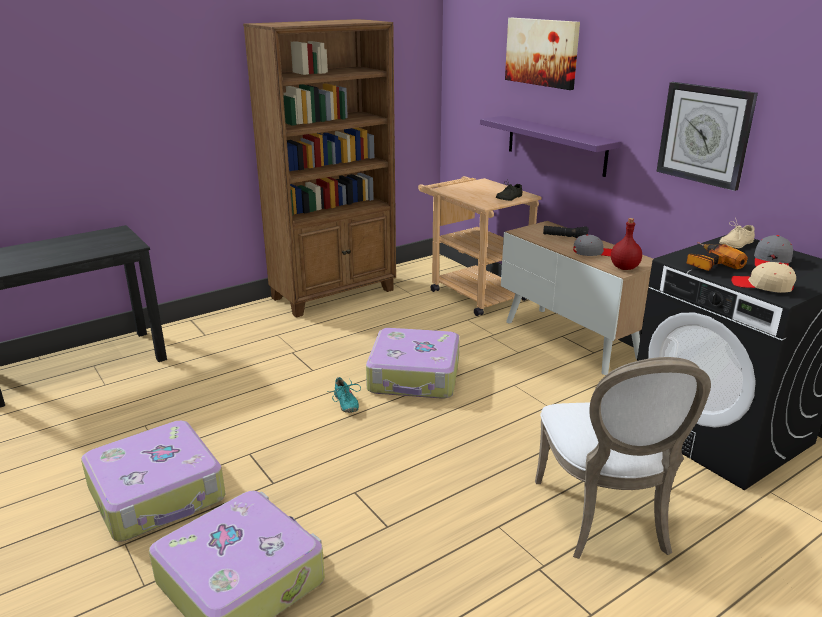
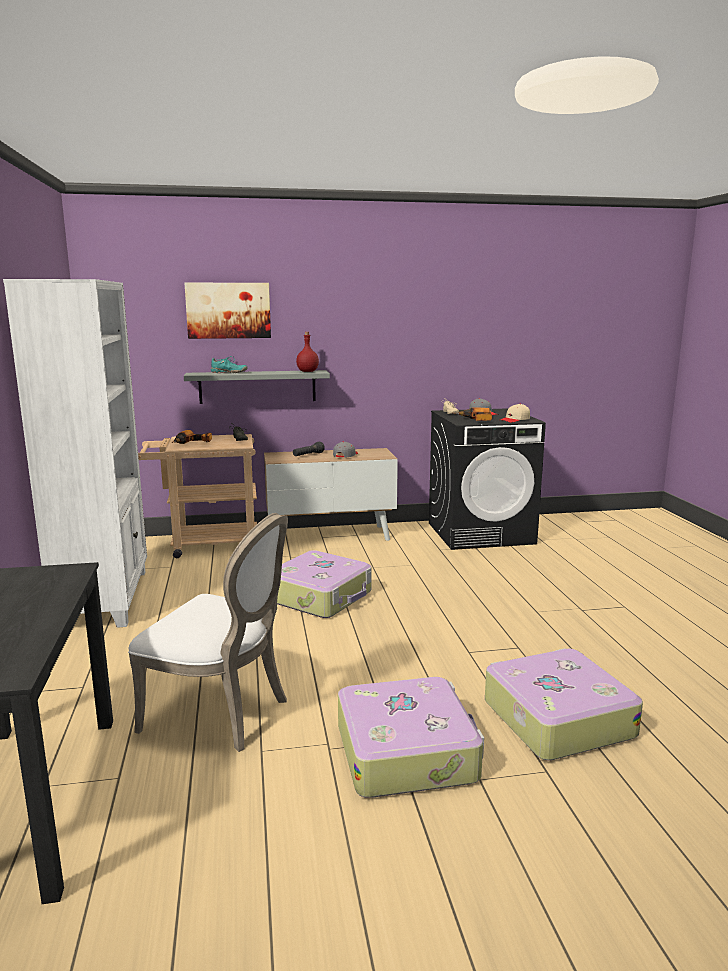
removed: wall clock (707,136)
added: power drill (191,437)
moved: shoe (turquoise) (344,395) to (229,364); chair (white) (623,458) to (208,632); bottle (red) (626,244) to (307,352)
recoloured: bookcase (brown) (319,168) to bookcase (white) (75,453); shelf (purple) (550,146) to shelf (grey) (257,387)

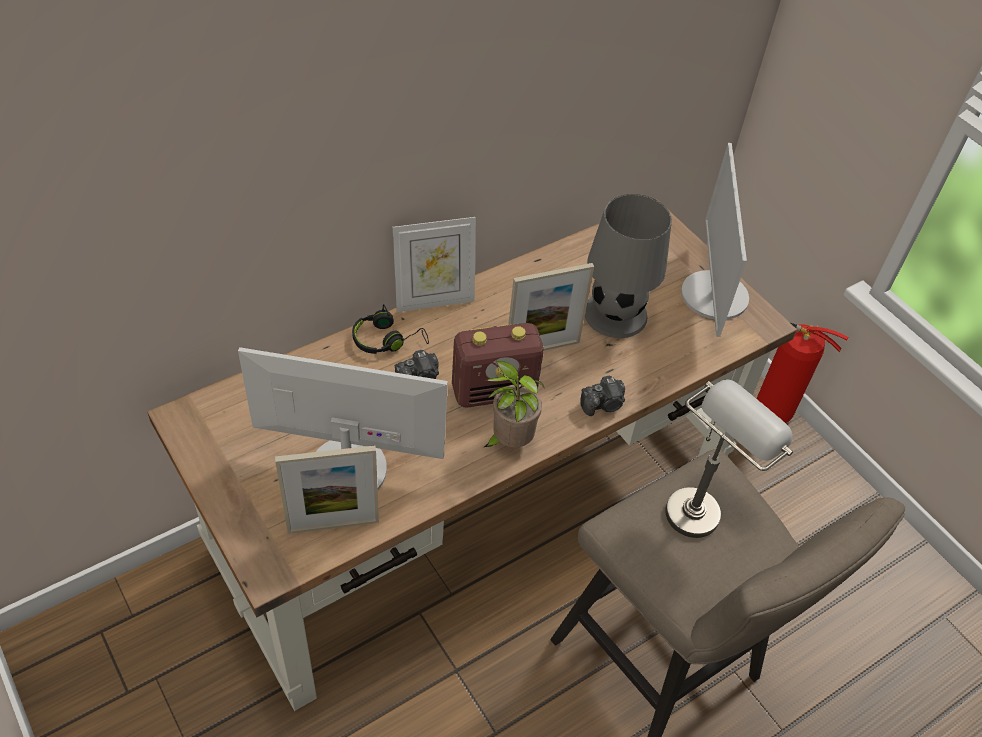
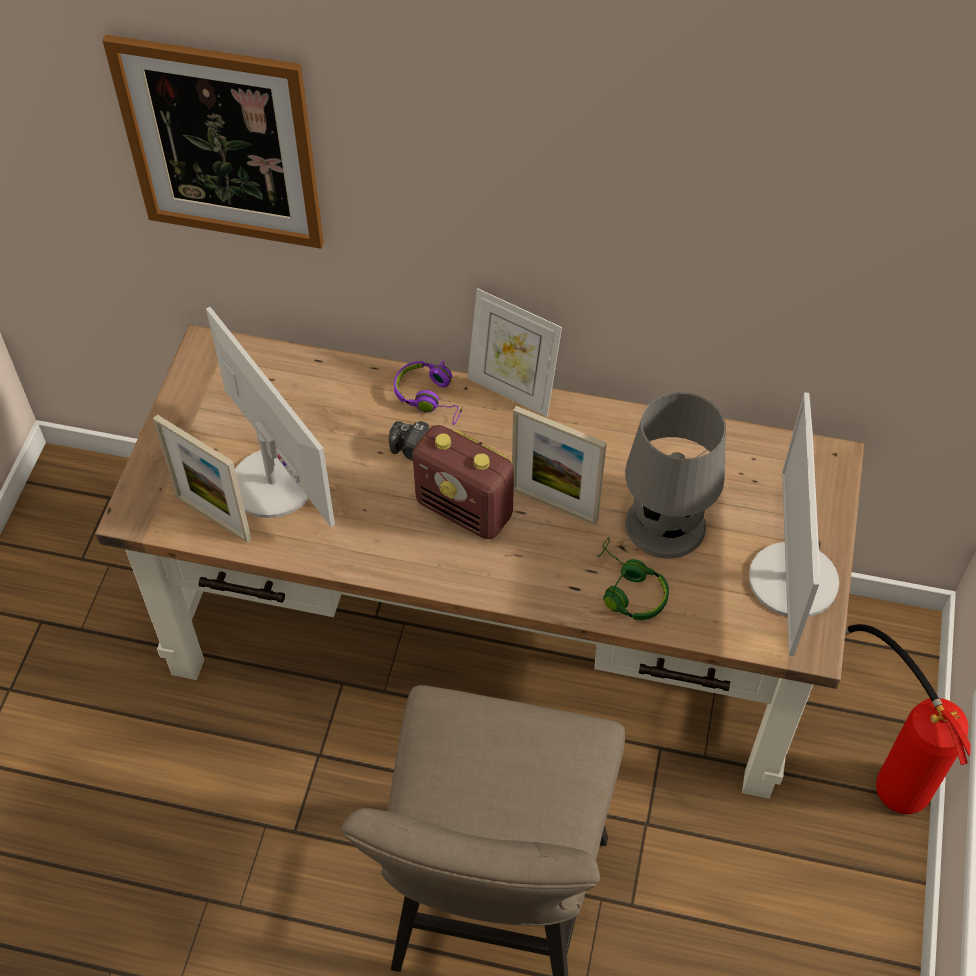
removed: potted plant (514,404); photo camera (602,396); table lamp (grey) (729,458)
added: picture (213,142); headphones (green) (633,579)
recoloured: headphones (black) (390,329) to headphones (purple) (428,392)
turned: monitor (715,240) = (794,524) 45 degrees counterclockwise

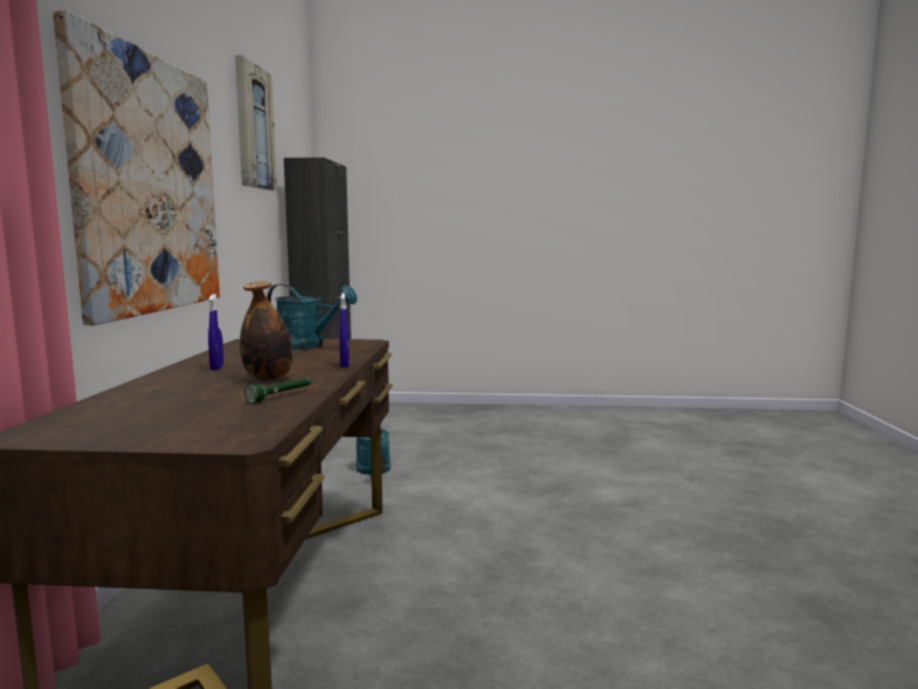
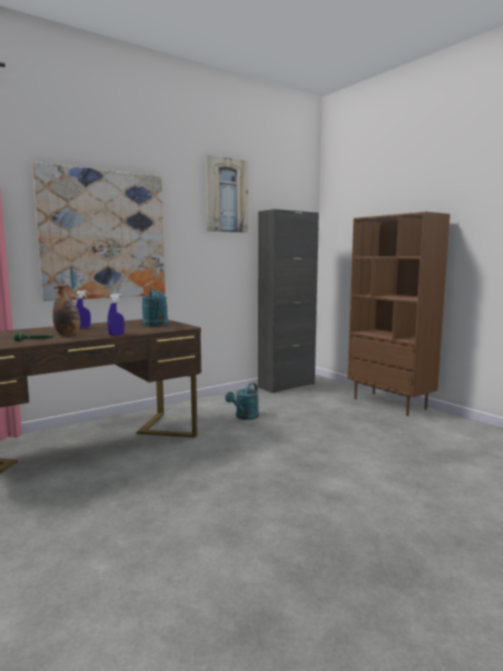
added: bookcase (brown) (399,314)

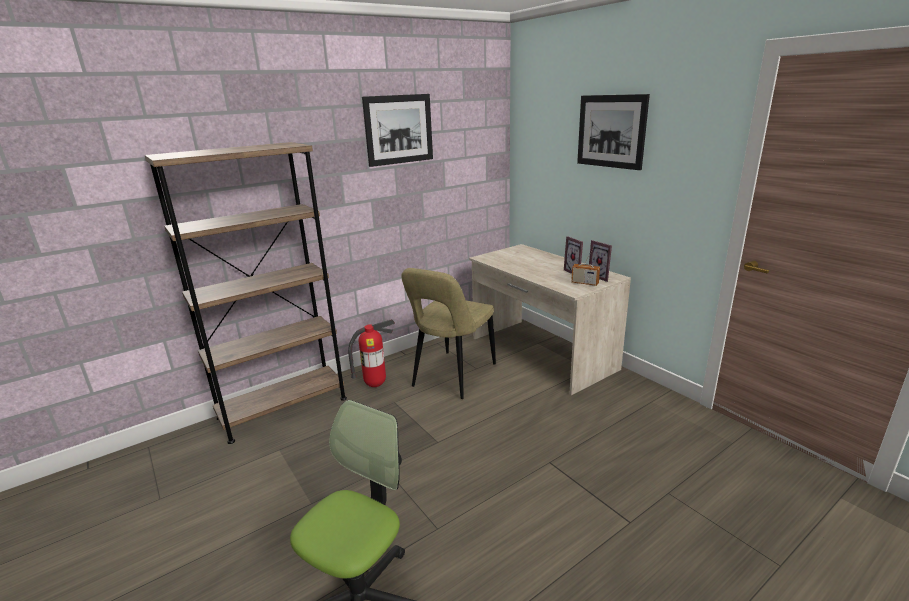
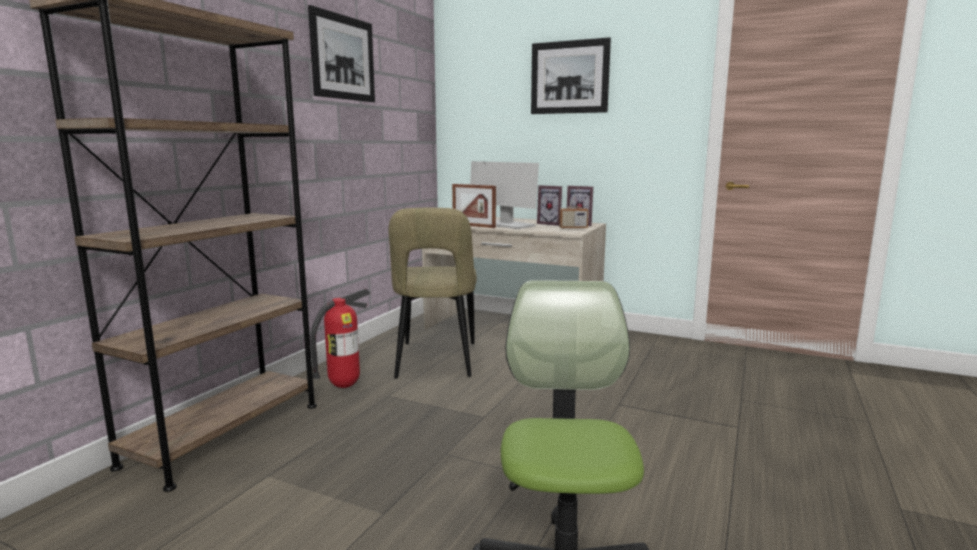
added: picture frame (474,206); monitor (504,195)

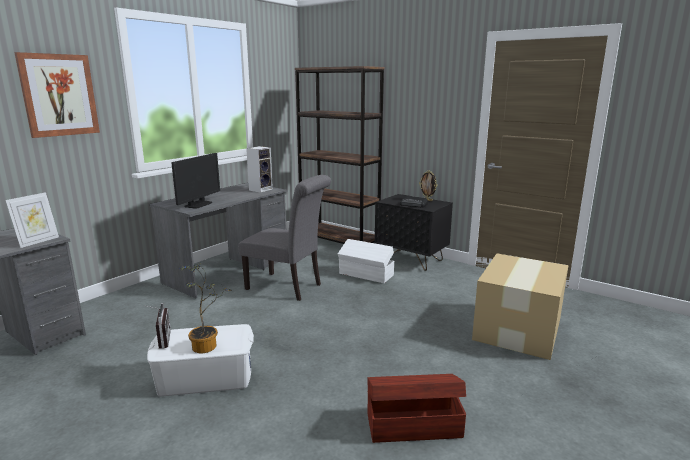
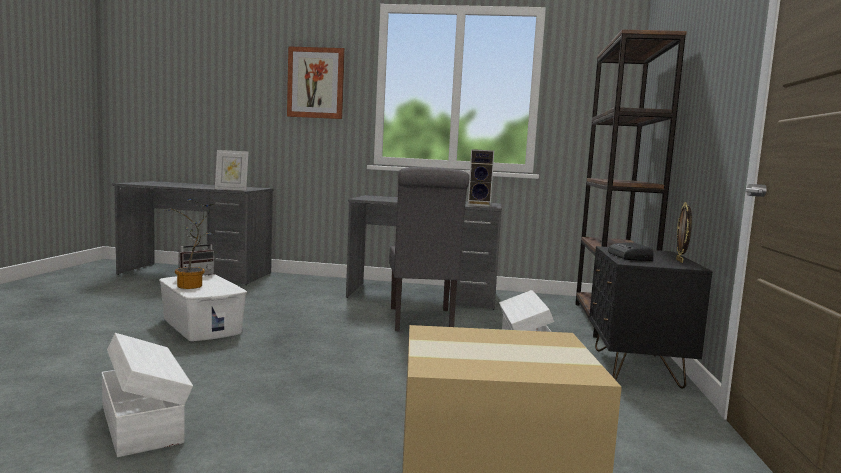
removed: monitor (195,180)
recoloured: storage box (brown) (416,408) to storage box (white) (147,395)

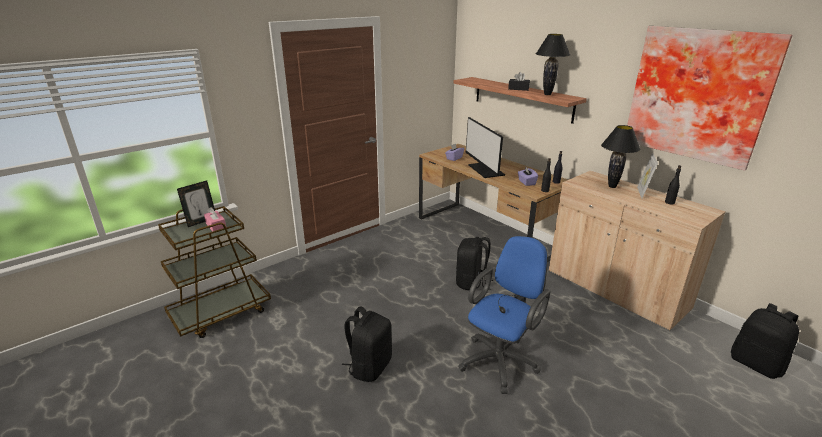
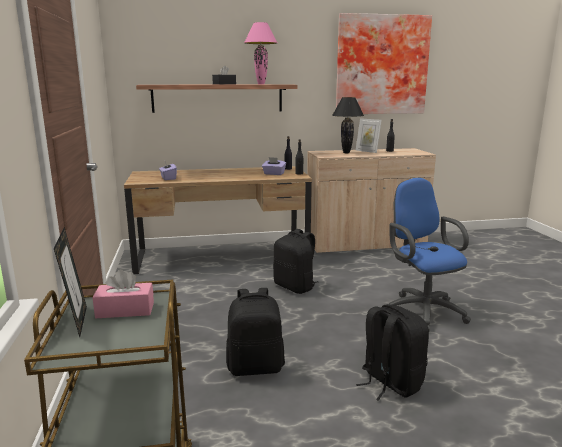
removed: monitor (485,147)
moved: backpack (black) (765,341) to (255,332)
recoloured: table lamp (black) (553,64) to table lamp (pink) (260,53)

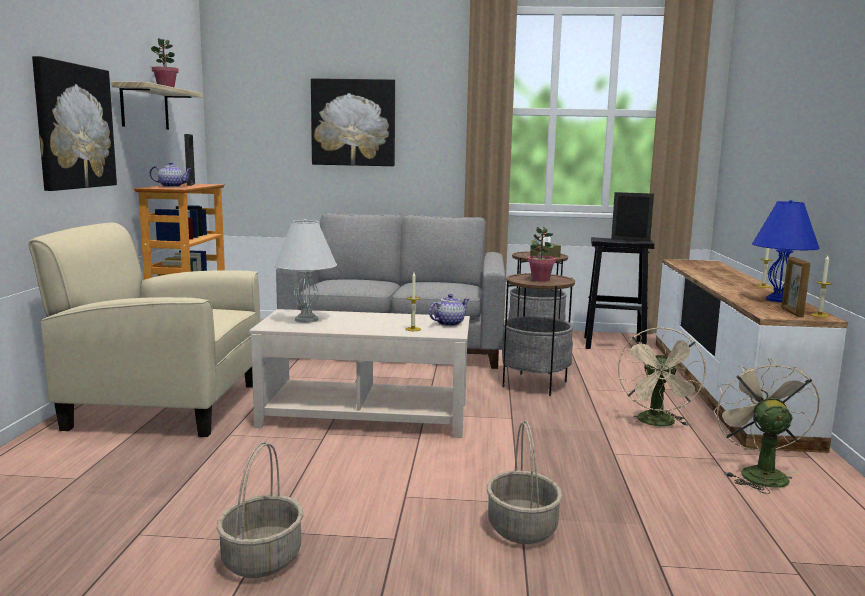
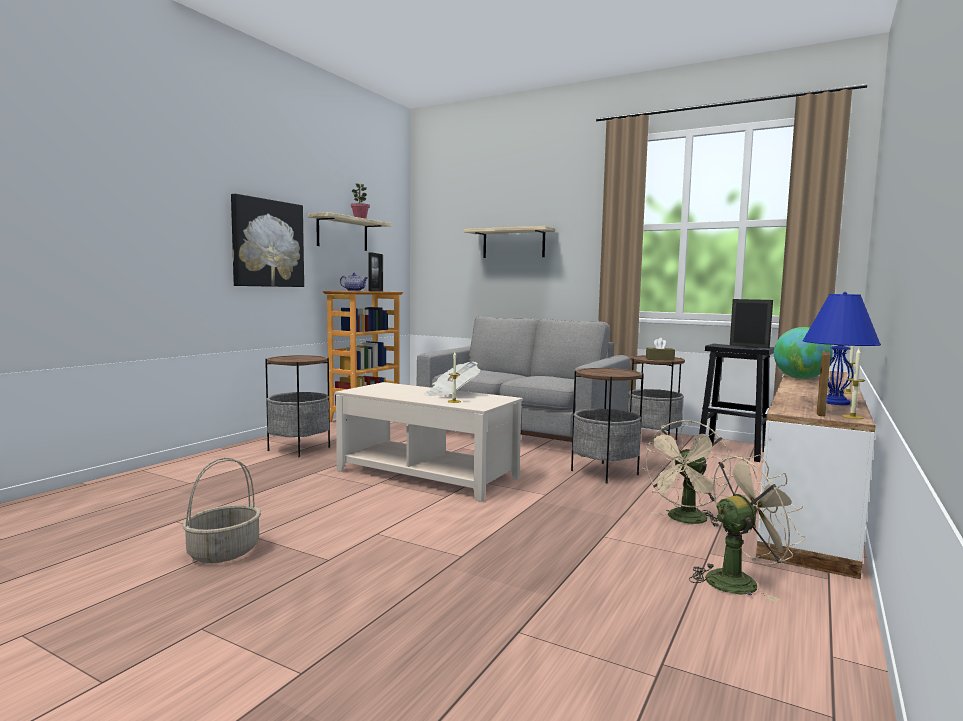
removed: table lamp (white) (305,271); teapot (449,310); basket (524,482); potted plant (542,254)
added: newspaper (452,379); globe (803,353)
replaced: armchair (beige) (144,329) to side table (297,406); picture (353,122) to shelf (509,242)
turned: fan (beige) (766,426) = (747,528) 45 degrees clockwise

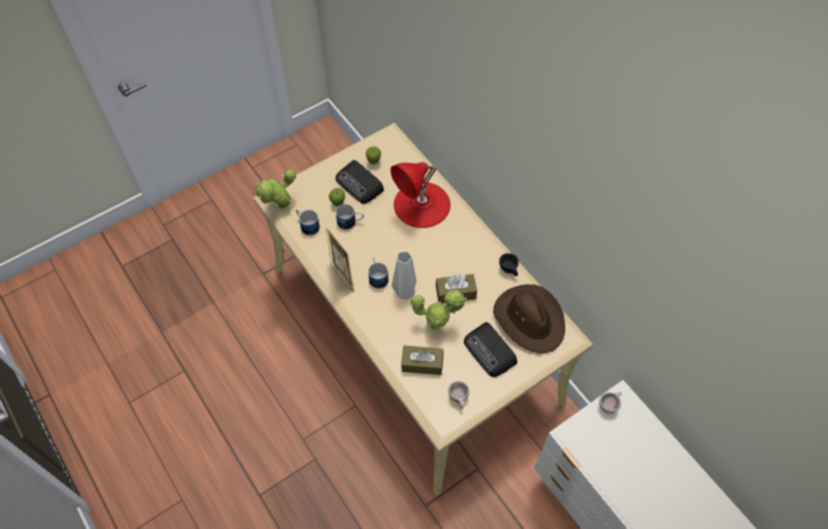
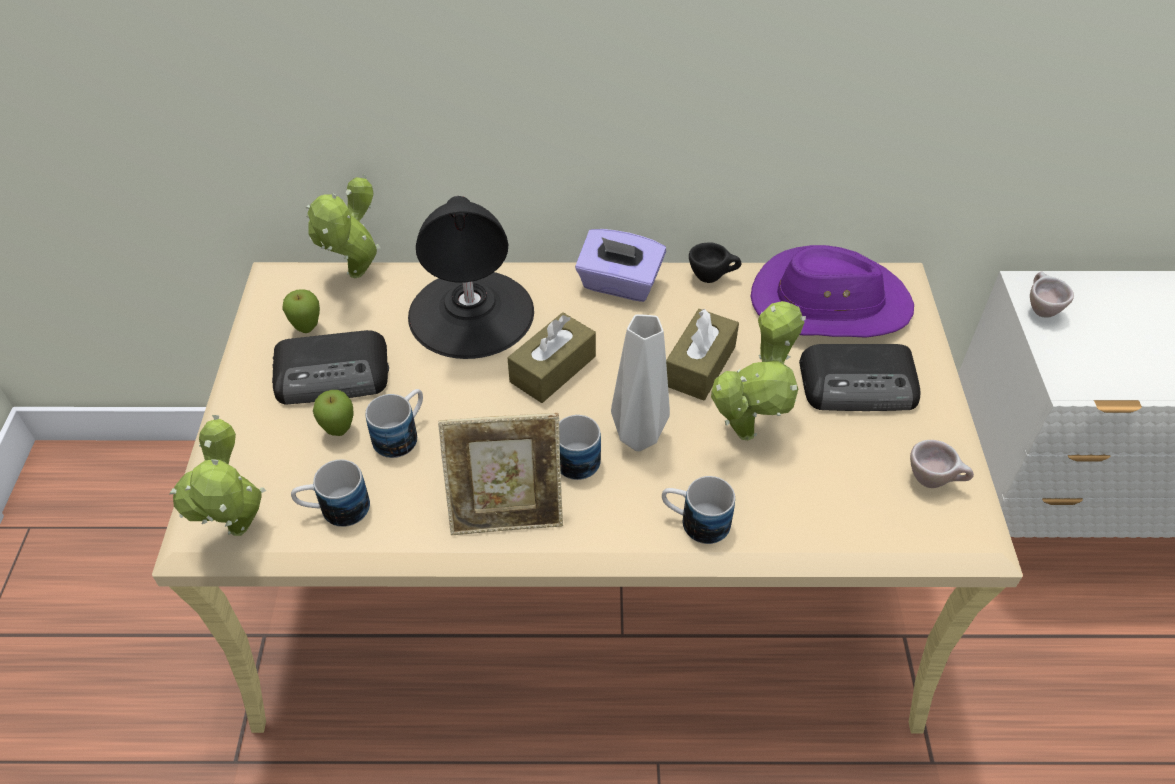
added: potted plant (343,226); tissue box (purple) (620,265); mug (698,510)
moved: tissue box (brown) (422,360) to (551,357)
recoloured: table lamp (red) (420,195) to table lamp (black) (471,277); hat (brown) (529,318) to hat (purple) (832,291)
turned: picture frame (340,260) = (500,474) 150 degrees clockwise

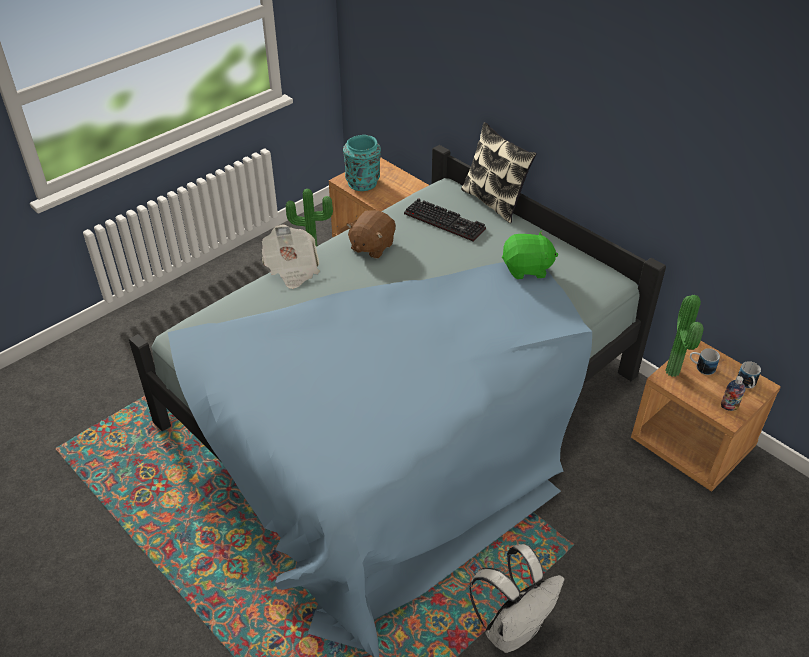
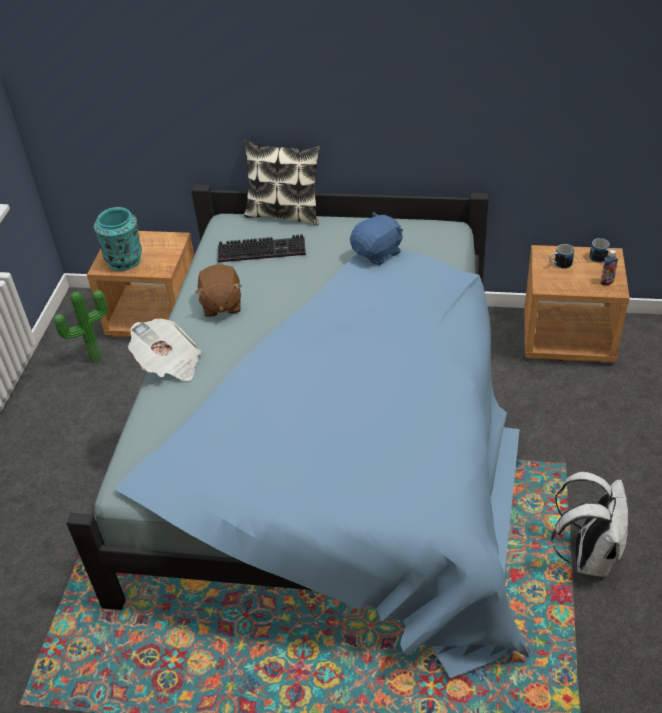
removed: potted plant (684,336)
recoloured: plush toy (green) (530,255) to plush toy (blue) (376,238)

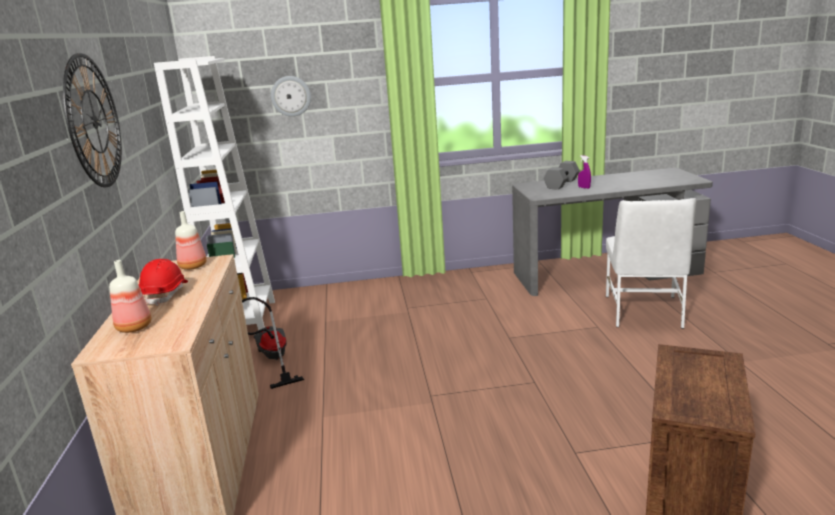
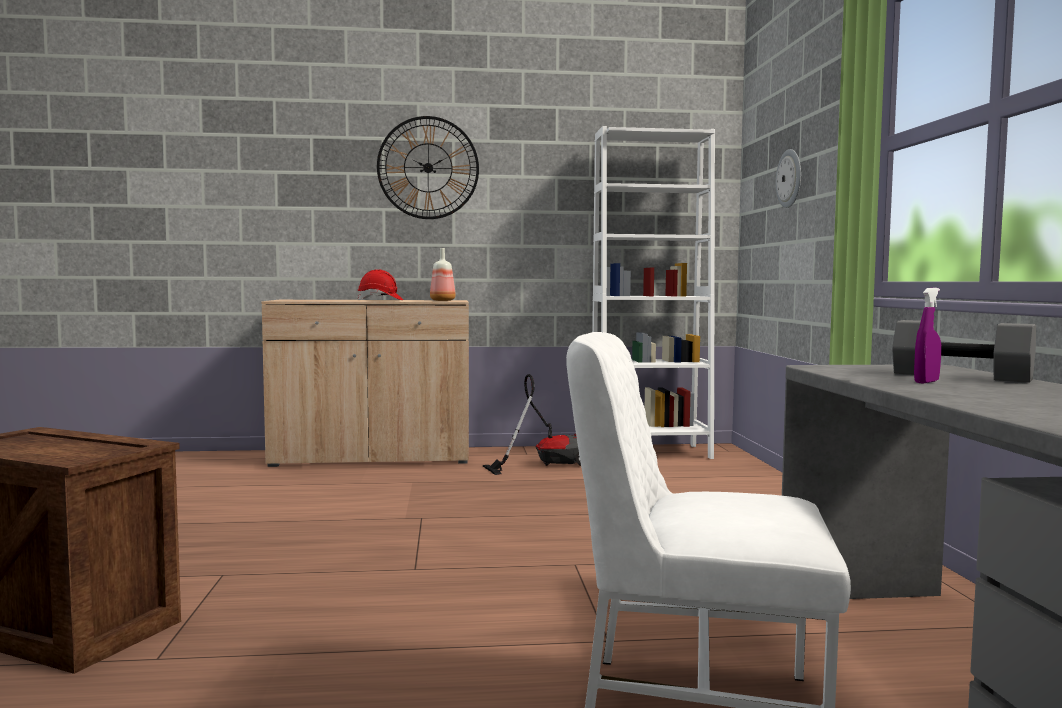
removed: bottle (130,296)

